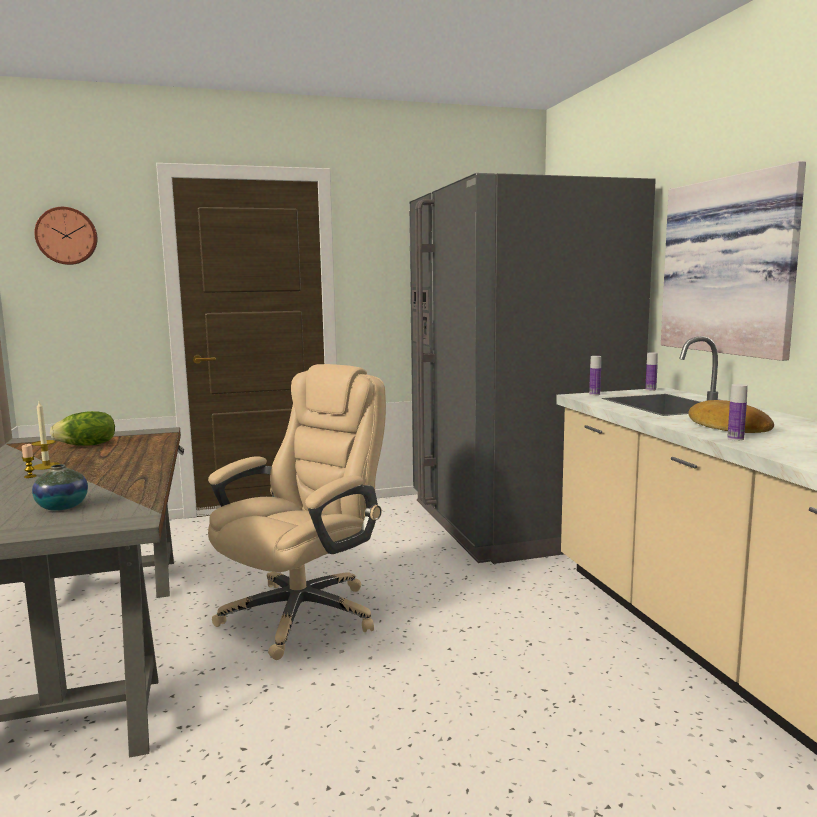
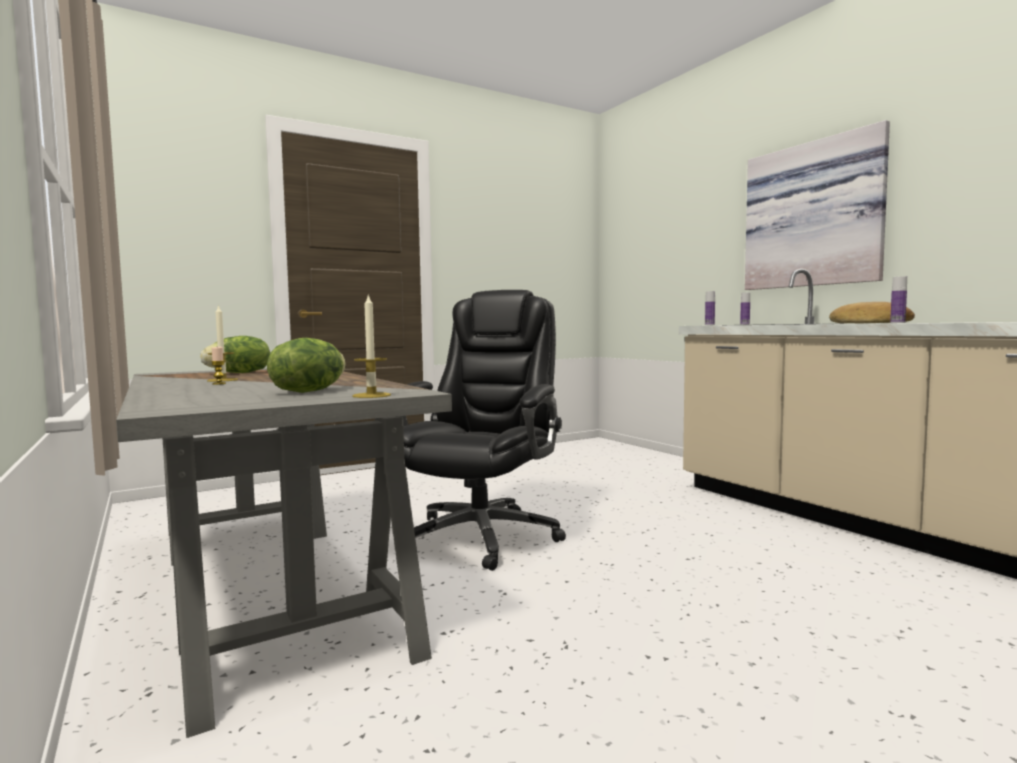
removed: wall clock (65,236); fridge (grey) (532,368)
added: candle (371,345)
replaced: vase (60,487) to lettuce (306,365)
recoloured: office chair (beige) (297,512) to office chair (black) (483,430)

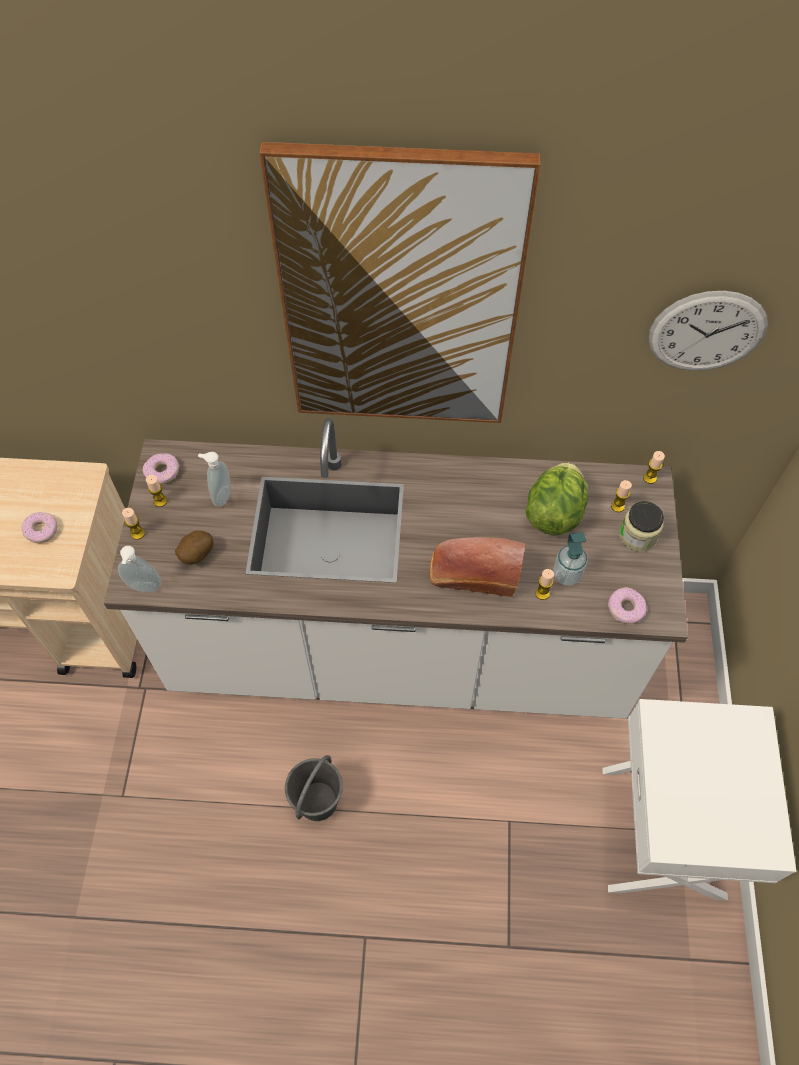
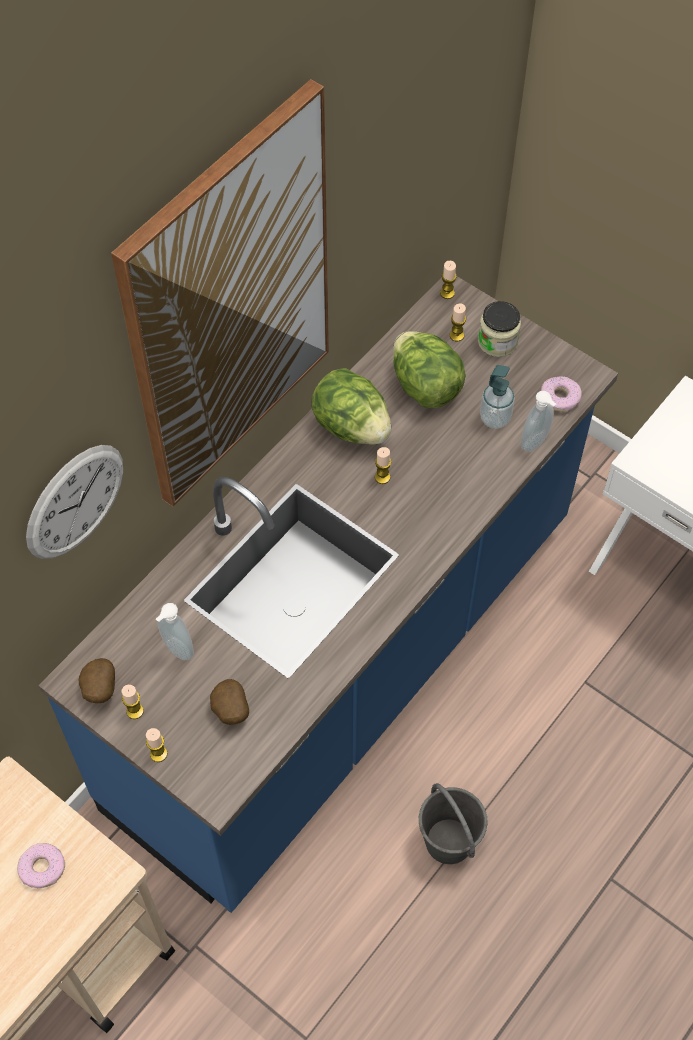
removed: bread (477,567)
added: lettuce (351,406)
moved: soap dispenser (139,569) to (538,421); candle (544,584) to (383,465); wall clock (708,331) to (74,502)
replaced: donut (161,468) to potato (97,680)
recoloured: counter (white) (396,568) to counter (blue) (328,594)

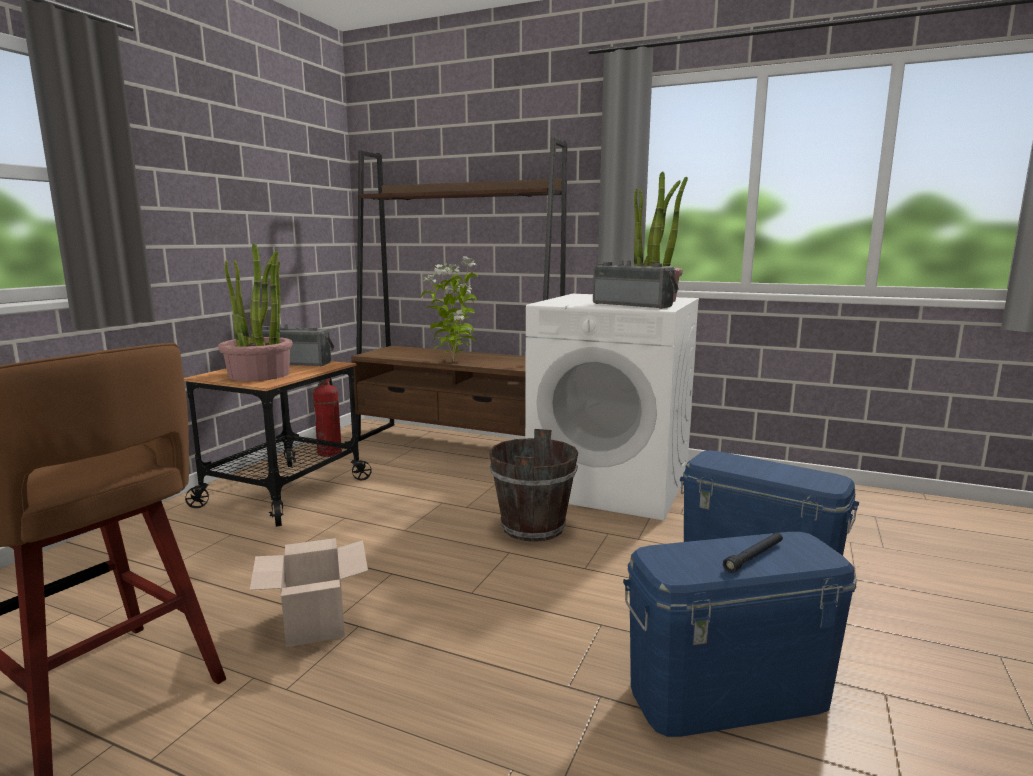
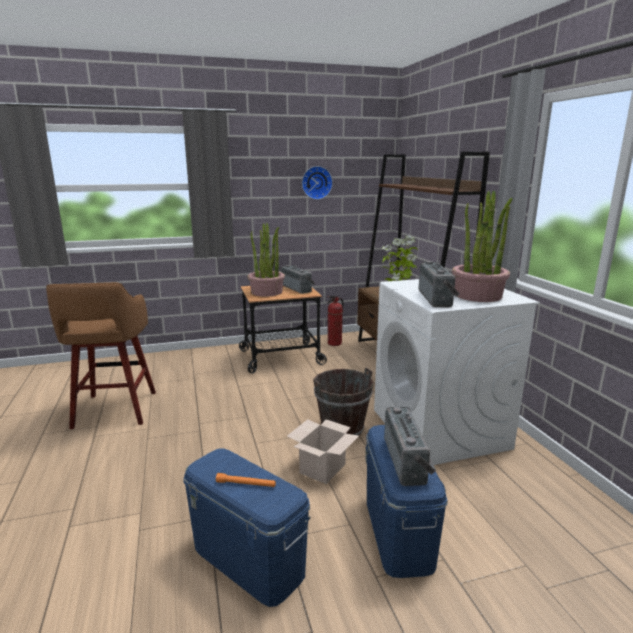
added: wall clock (317,183); radio (410,446)
moved: cardboard box (309,592) to (323,451)
recoloured: flashlight (black) (753,552) to flashlight (orange) (246,480)

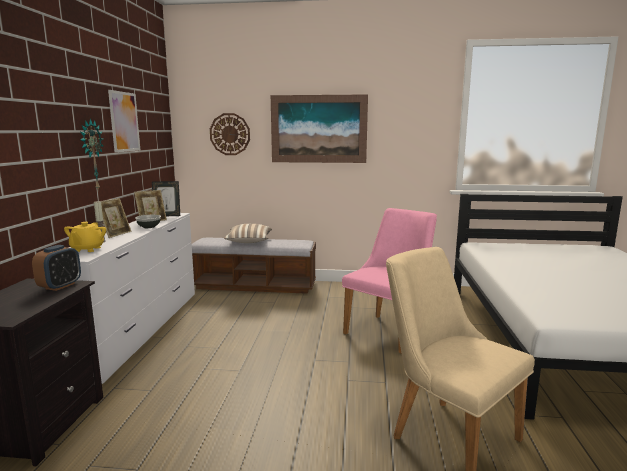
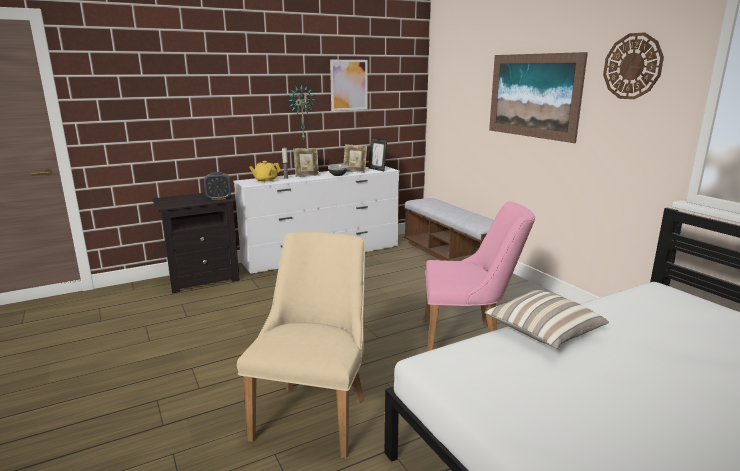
moved: wall clock (230,134) to (633,65); pillow (248,233) to (546,319)

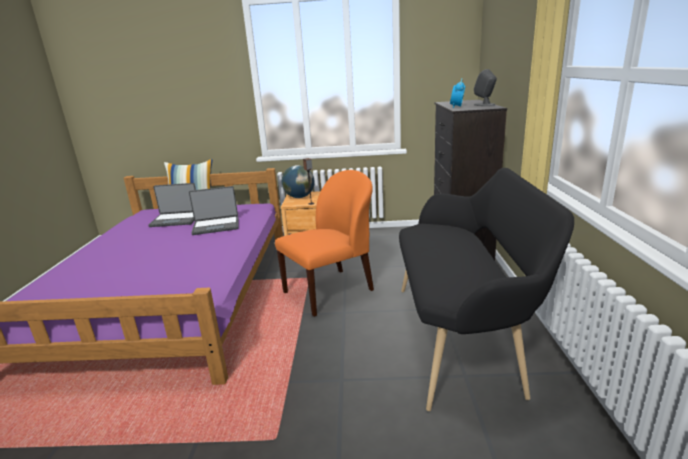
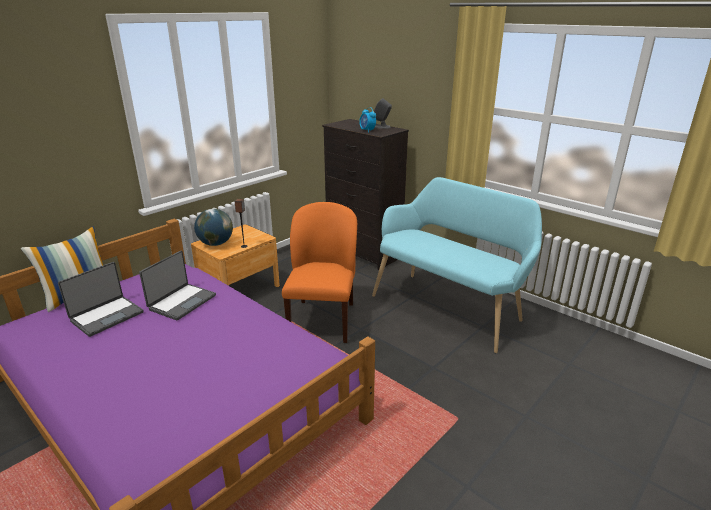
recoloured: bench (black) (486,289) to bench (turquoise) (457,265)

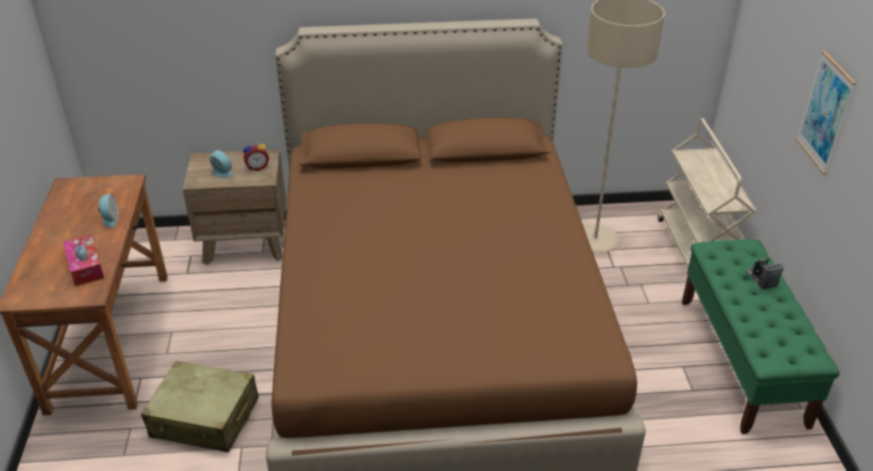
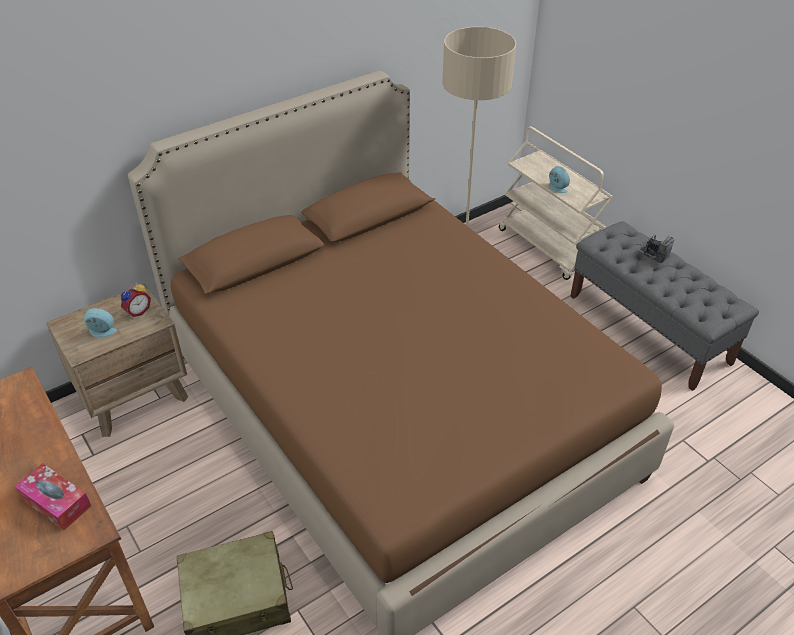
removed: picture (826,112)
moved: alarm clock (108,211) to (559,179)
recoloured: bench (green) (761,336) to bench (grey) (664,306)

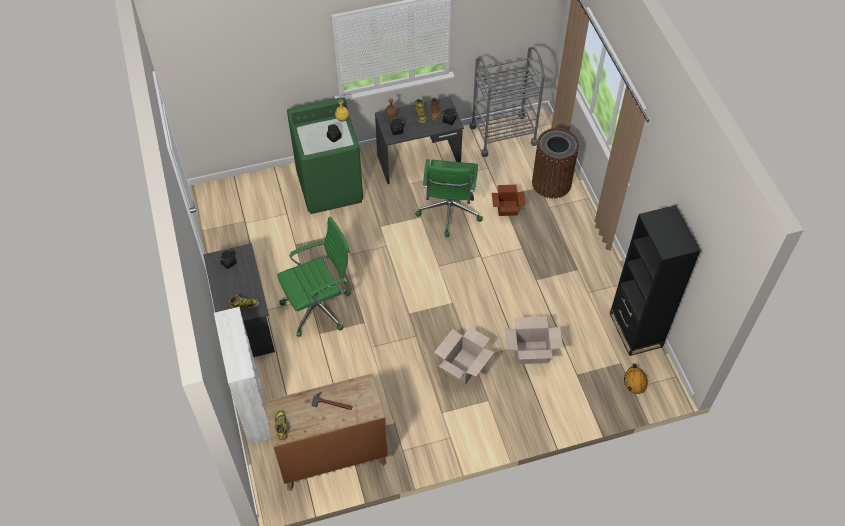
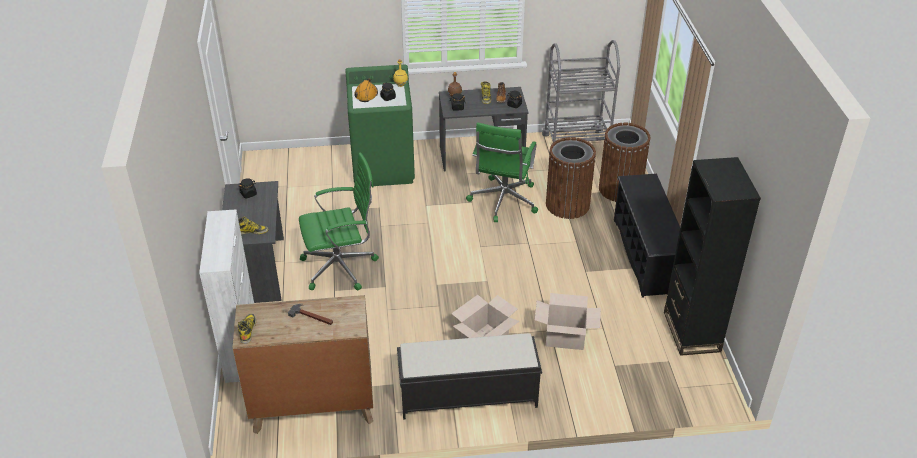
added: bench (black) (469,376); shoe rack (black) (647,236)
moved: hard hat (orange) (636,378) to (366,90)
replaced: cardboard box (508,200) to trash can (brown) (571,178)

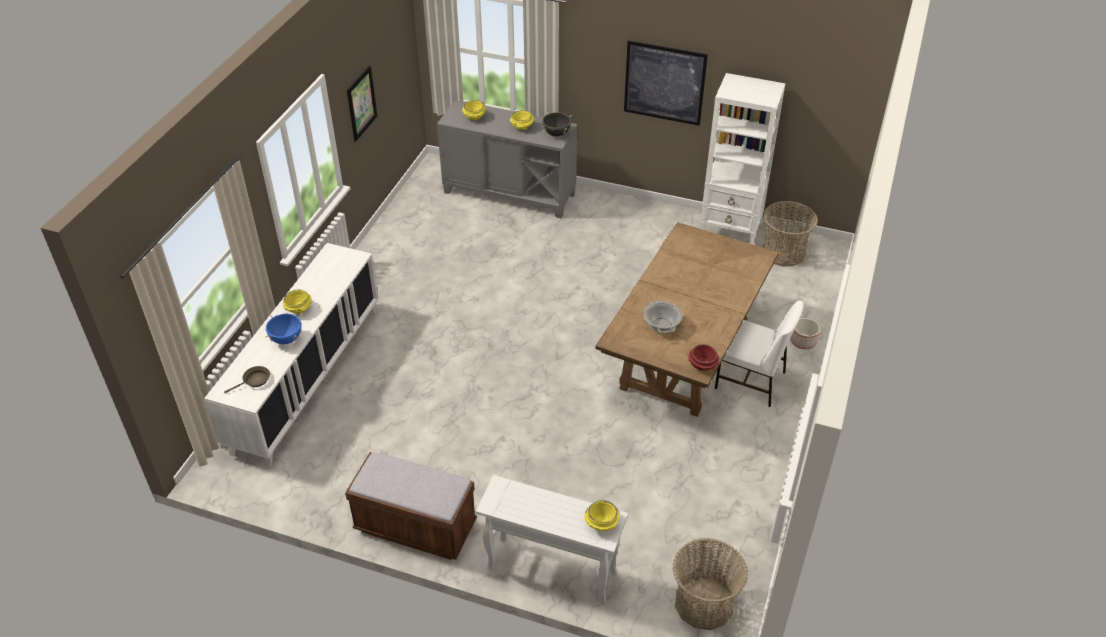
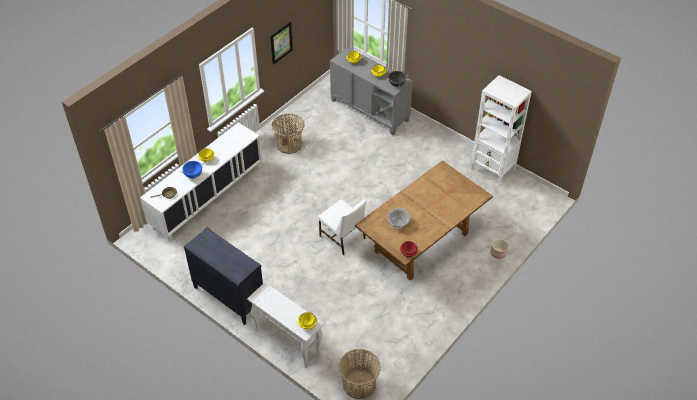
removed: picture (666,83)
moved: chair (white) (759,354) to (342,227); basket (790,234) to (288,133)
replaced: bench (brown) (411,506) to dresser (black) (223,276)

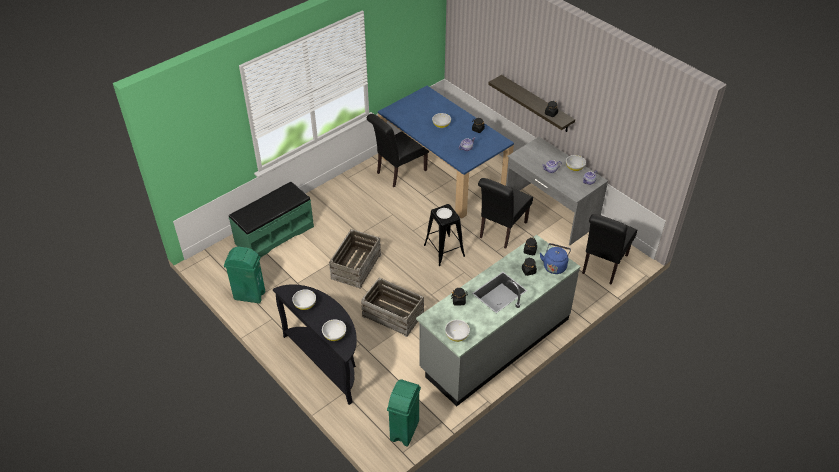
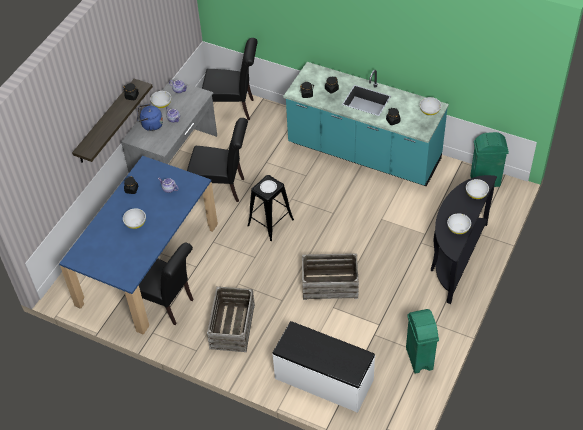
moved: crate (392,307) to (231,319); kettle (blue) (555,258) to (150,117)
recoloured: bench (green) (271,220) to bench (white) (323,367); counter (grey) (498,320) to counter (turquoise) (366,124)

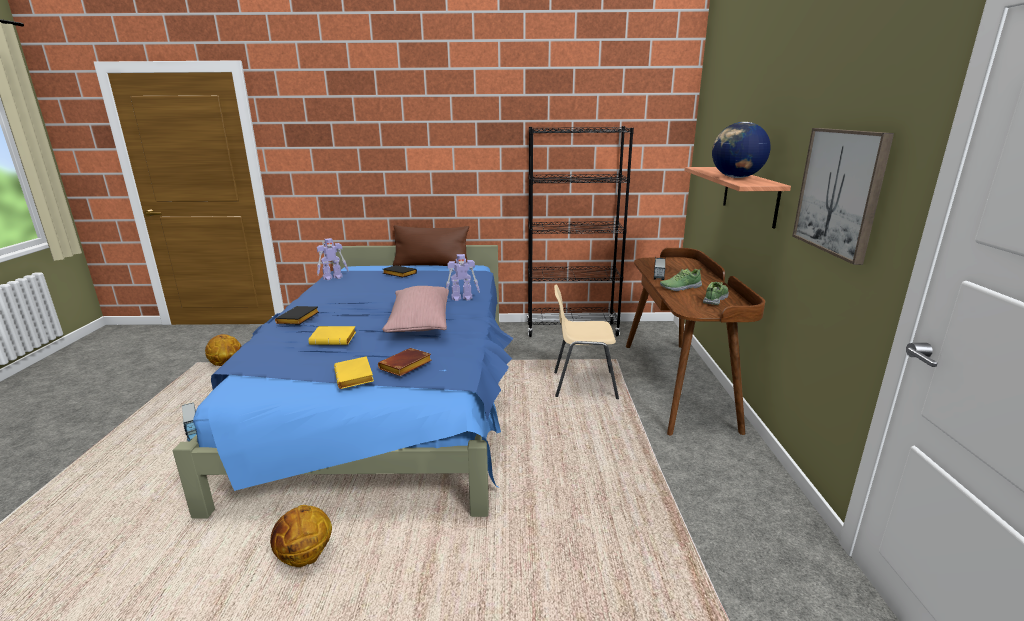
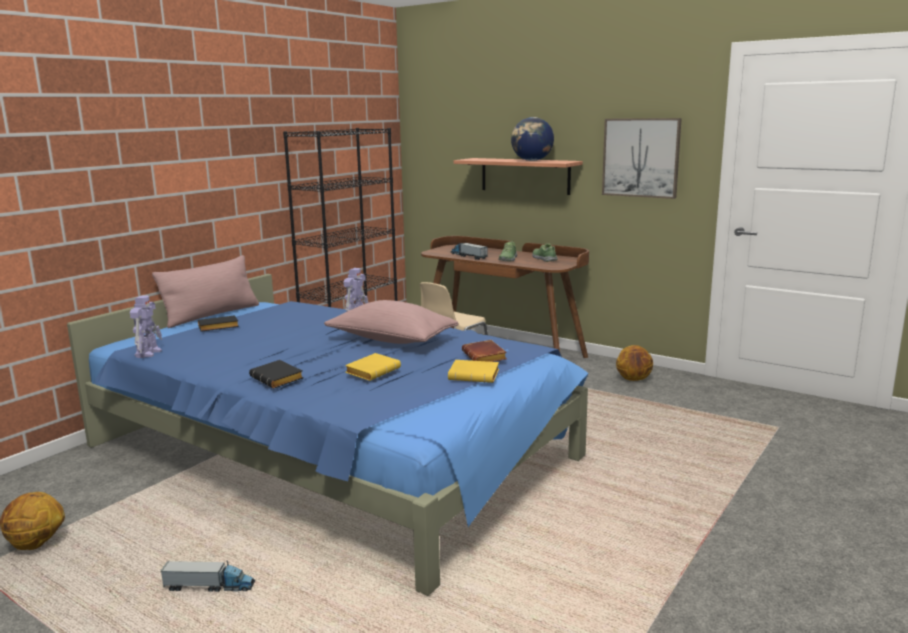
moved: basketball (301,536) to (634,363)
recoloured: pillow (brown) (431,245) to pillow (pink) (205,291)

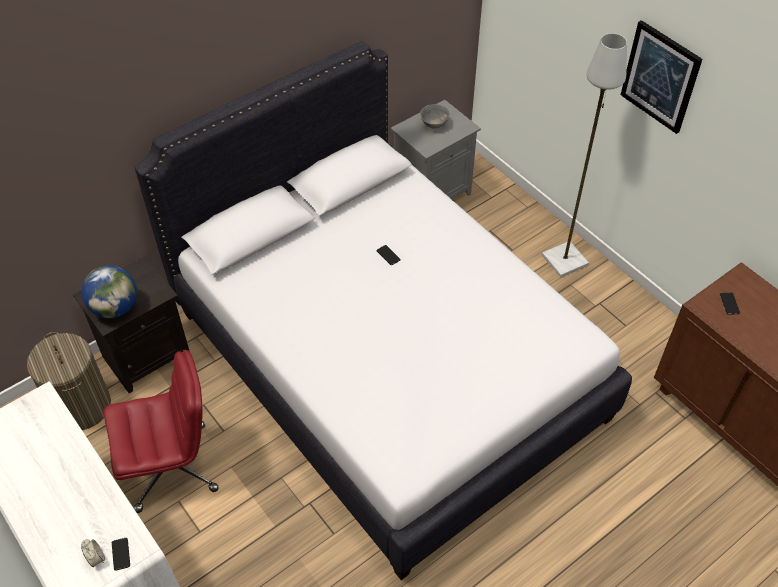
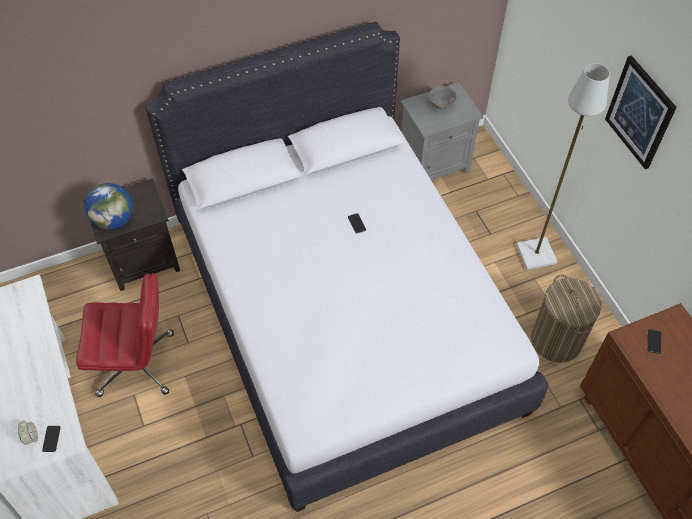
moved: laundry basket (69,381) to (566,319)

